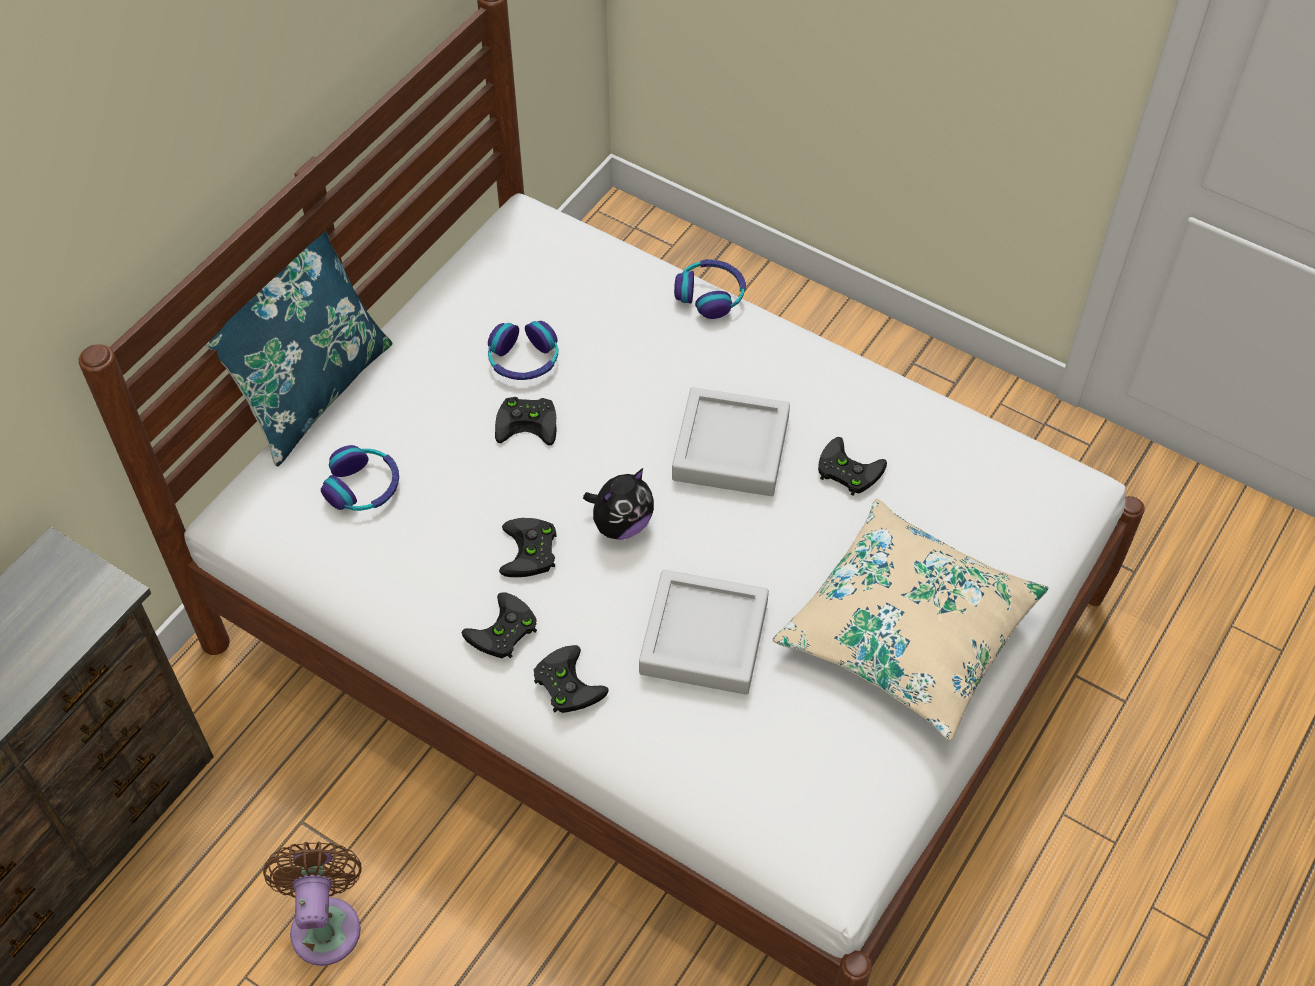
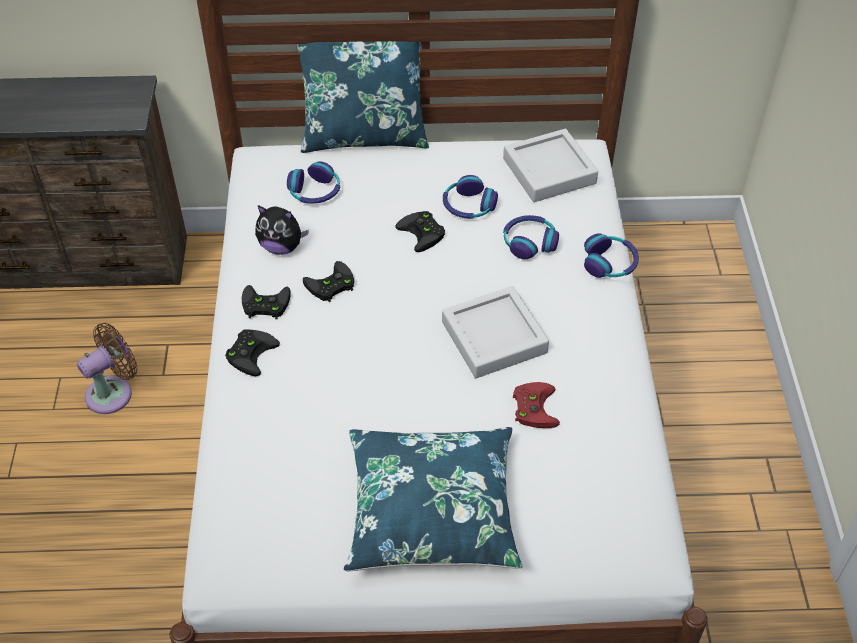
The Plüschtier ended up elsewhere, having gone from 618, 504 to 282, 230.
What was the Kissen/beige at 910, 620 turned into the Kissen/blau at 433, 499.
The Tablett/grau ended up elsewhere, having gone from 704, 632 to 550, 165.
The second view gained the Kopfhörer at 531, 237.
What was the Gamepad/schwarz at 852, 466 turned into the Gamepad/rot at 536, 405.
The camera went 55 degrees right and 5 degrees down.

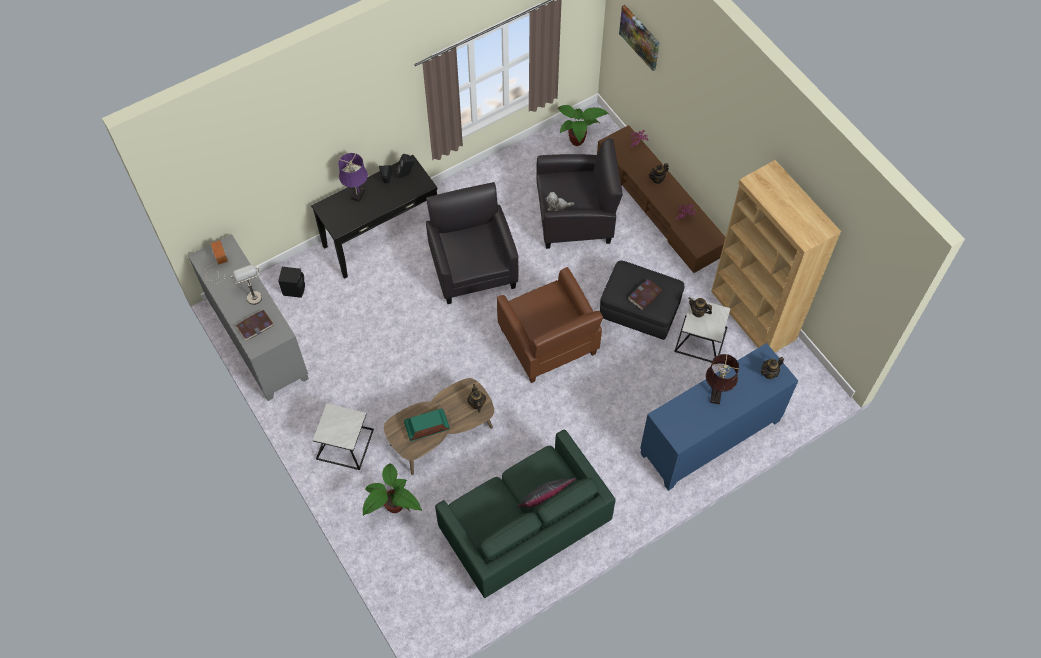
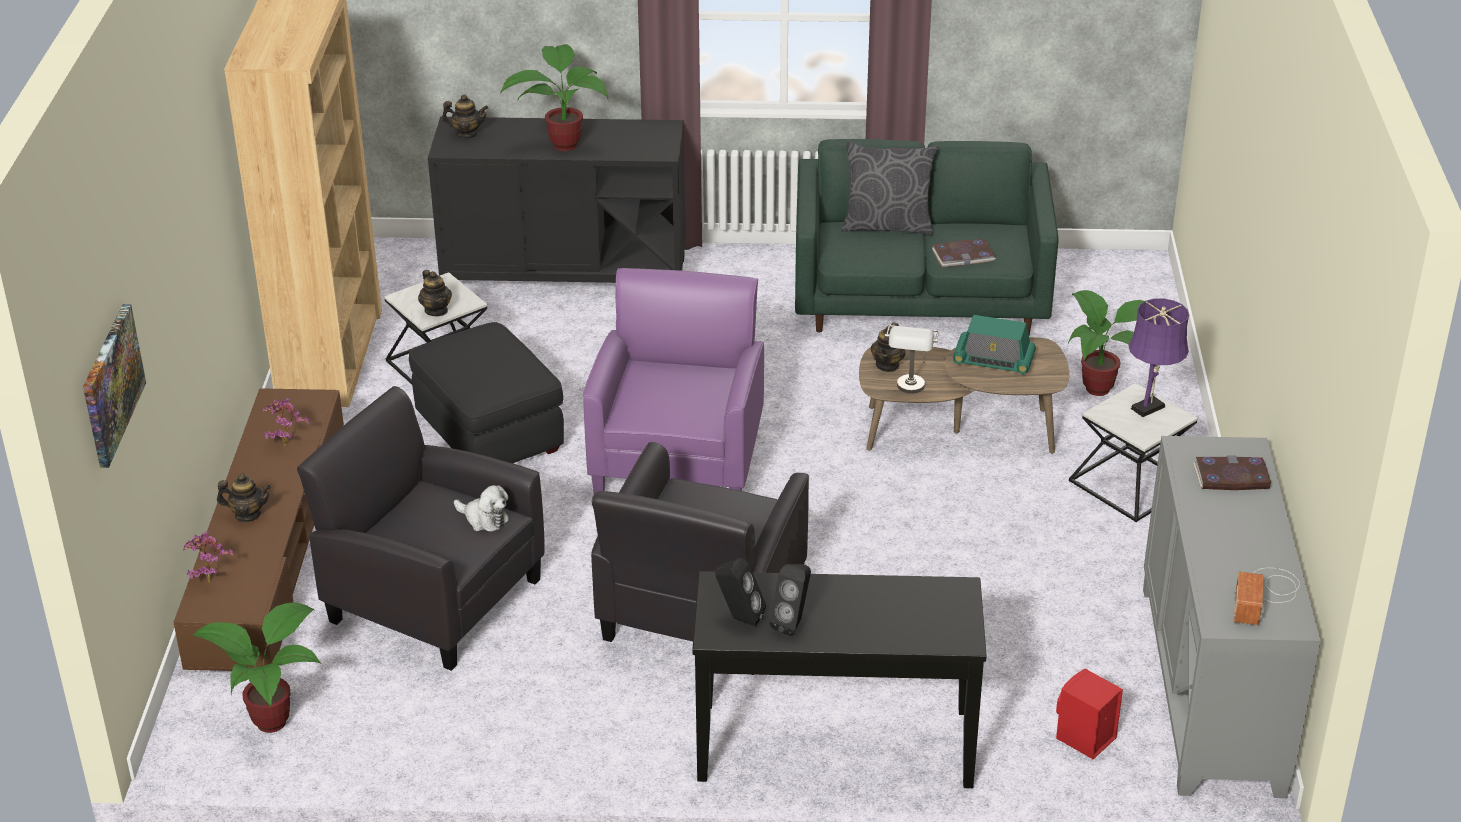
What was the Schrank/blau at 719, 417 turned into the Schrank/schwarz at 557, 200.
Where the Tischlampe/braun stood at 722, 379, the Topfpflanze came to stand at 554, 97.
What was the Sessel/braun at 550, 325 turned into the Sessel/lila at 673, 381.
The Tischlampe/grau ended up elsewhere, having gone from 246, 284 to 912, 359.
The Buch ended up elsewhere, having gone from 645, 294 to 964, 253.
What was the Lautsprecher/schwarz at 291, 282 turned into the Lautsprecher/rot at 1089, 713.
The Tischlampe/lila ended up elsewhere, having gone from 353, 177 to 1158, 357.
The camera went 145 degrees left and 25 degrees down.

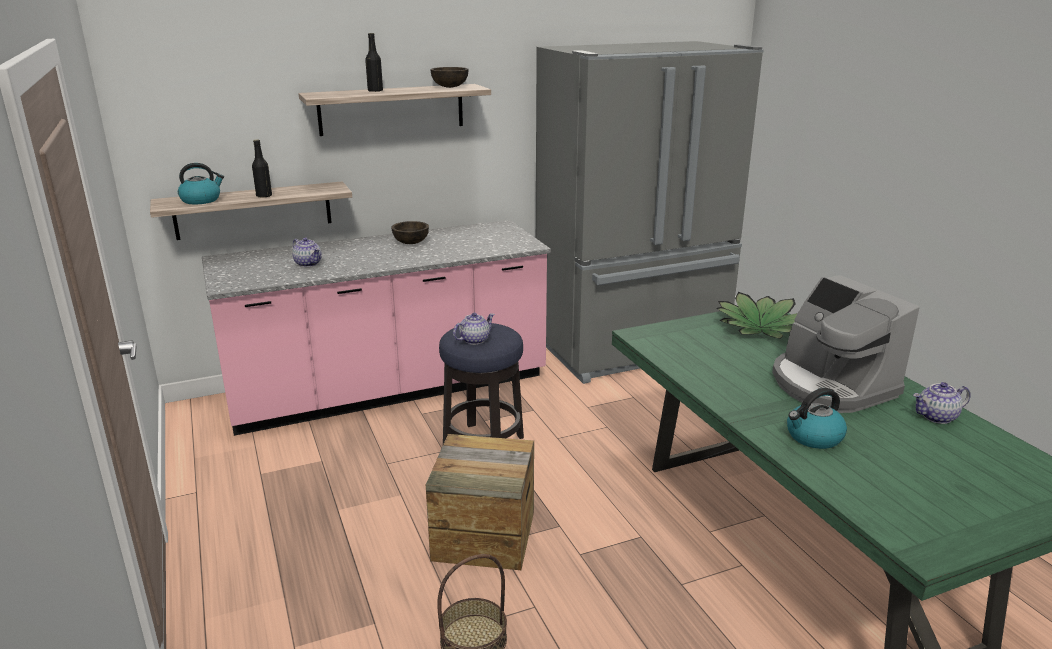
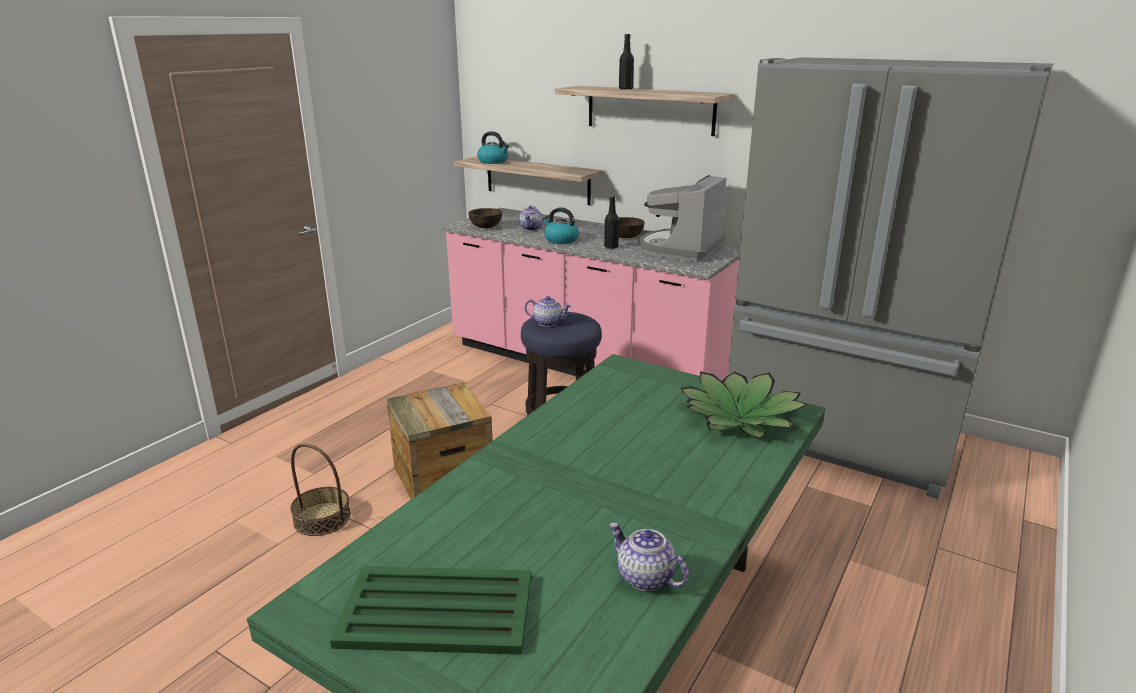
The second view gained the Tablett/grün at 430, 610.
The Schüssel/braun ended up elsewhere, having gone from 449, 77 to 485, 218.
The Wasserkessel ended up elsewhere, having gone from 817, 418 to 560, 225.
The Flasche/schwarz ended up elsewhere, having gone from 262, 169 to 611, 222.
The Kaffeemaschine ended up elsewhere, having gone from 846, 344 to 682, 218.
The camera went 55 degrees right and 0 degrees up.

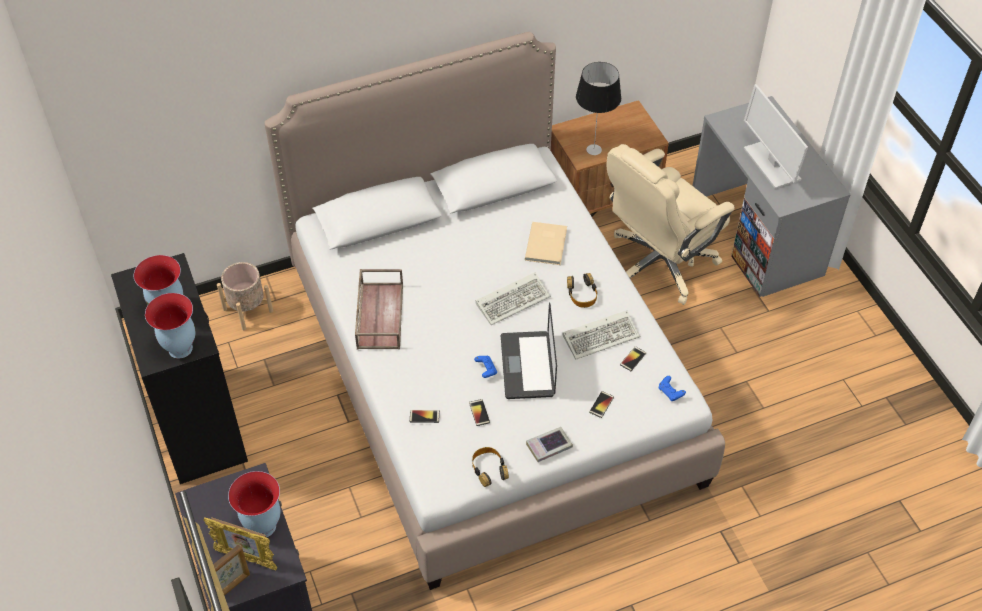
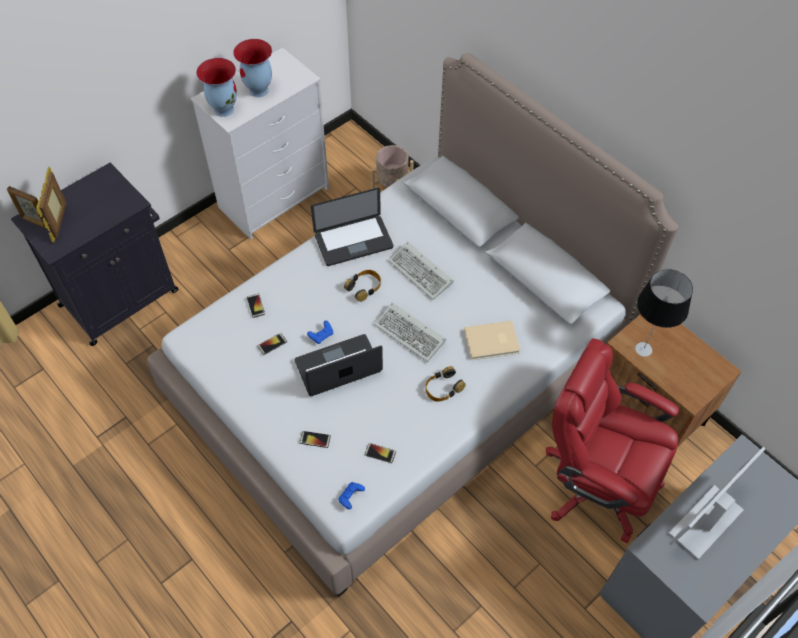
What was the Kommode/schwarz at 179, 368 turned into the Kommode/weiß at 260, 143.
Where the Tablett/braun stood at 379, 309, the Laptop came to stand at 352, 227.
The Kopfhörer ended up elsewhere, having gone from 490, 467 to 362, 286.
The Tastatur ended up elsewhere, having gone from 601, 335 to 421, 271.
What was the Bürostuhl/beige at 671, 224 turned into the Bürostuhl/rot at 612, 440.
The second view lost the Vase at 254, 504.
The second view lost the Buch at 549, 444.
The camera went 70 degrees right and 5 degrees up.

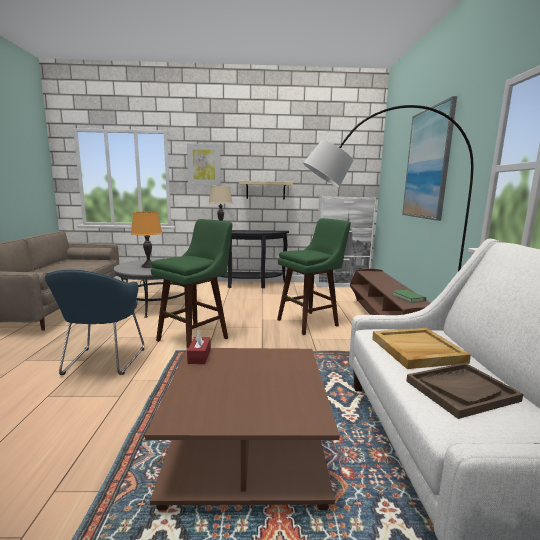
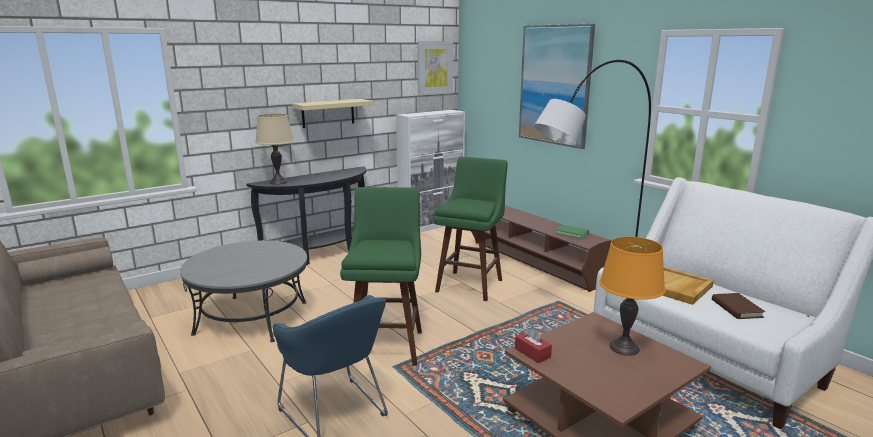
The Bild ended up elsewhere, having gone from 204, 164 to 435, 68.
The Tischlampe/orange ended up elsewhere, having gone from 146, 240 to 632, 296.
Where the Tablett/braun stood at 464, 391, the Buch/braun came to stand at 738, 306.
The camera went 35 degrees left and 5 degrees up.

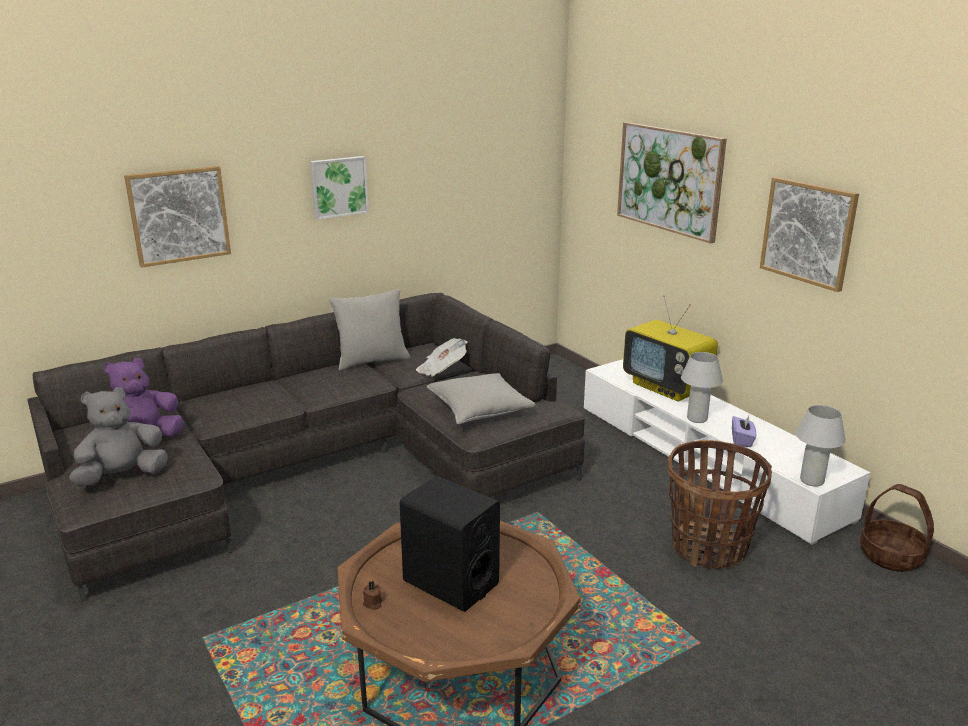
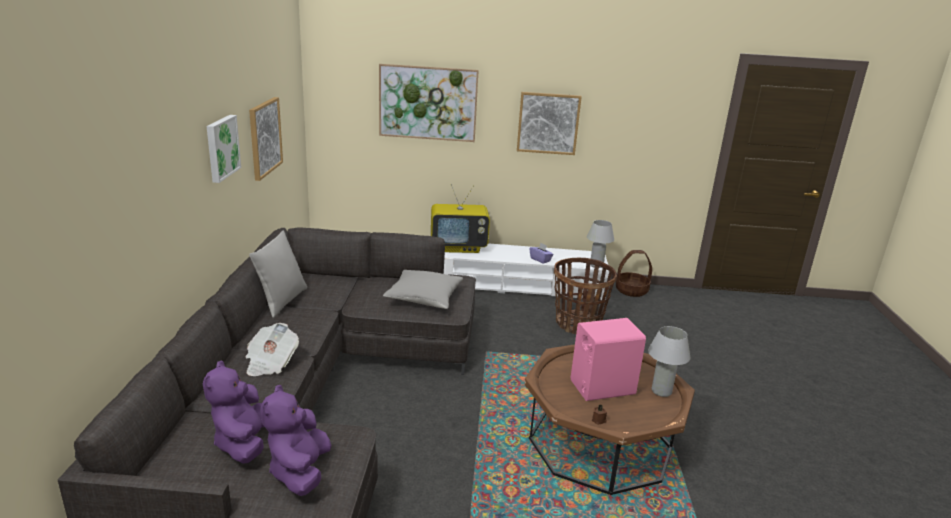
The Zeitung ended up elsewhere, having gone from 441, 357 to 272, 349.
The Bild ended up elsewhere, having gone from 177, 217 to 266, 139.
What was the Plüschtier/grau at 118, 437 turned into the Plüschtier/lila at 295, 440.
What was the Lautsprecher/schwarz at 450, 544 turned into the Lautsprecher/rosa at 608, 359.
The Tischlampe/weiß ended up elsewhere, having gone from 702, 387 to 669, 361.
The camera went 55 degrees left and 0 degrees up.

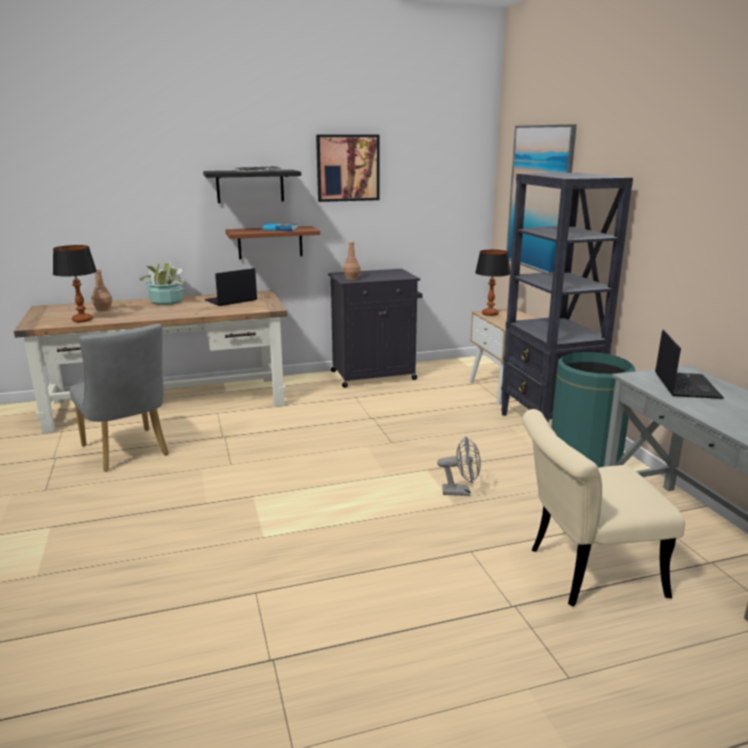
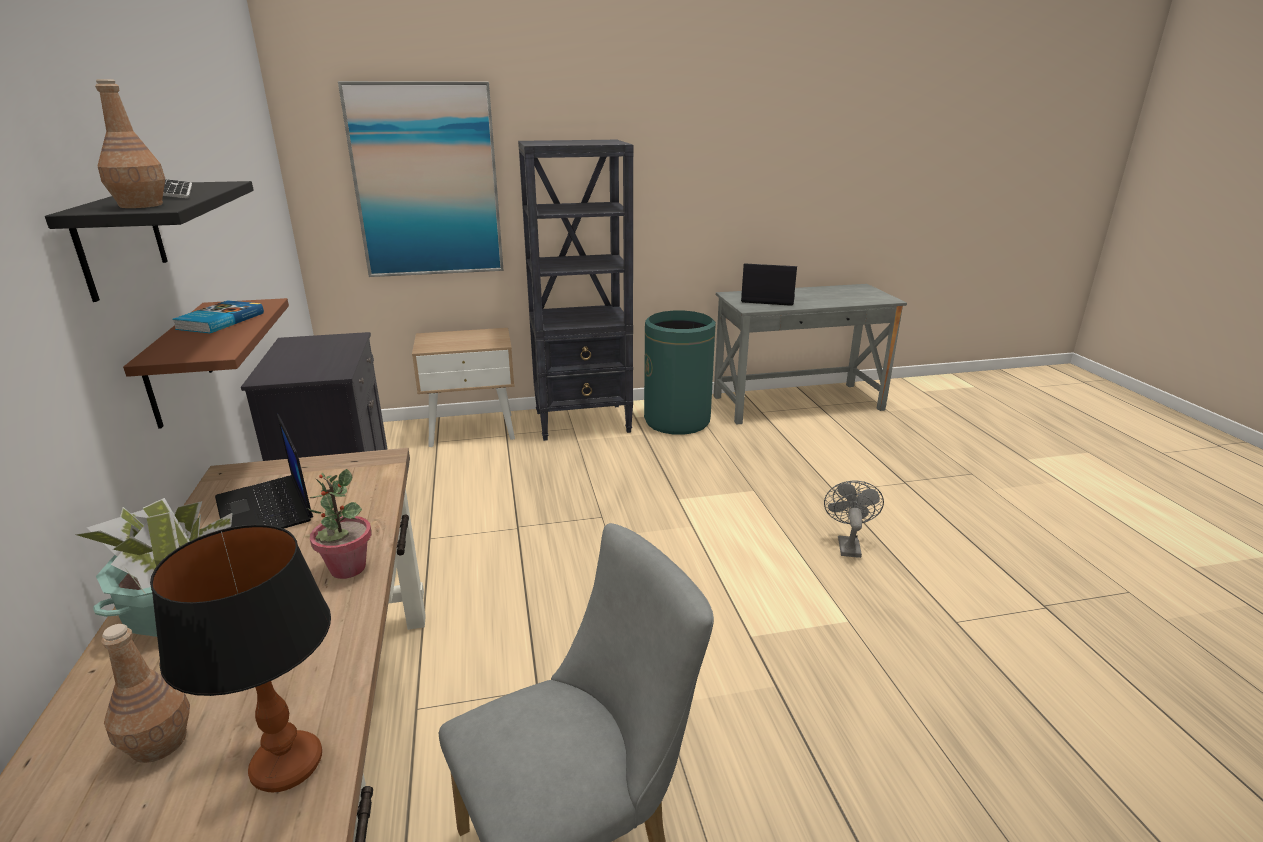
The Flasche/braun ended up elsewhere, having gone from 351, 260 to 130, 143.
The second view gained the Topfpflanze at 339, 524.
The Ventilator/grau ended up elsewhere, having gone from 459, 466 to 854, 519.
The second view lost the Bild at 348, 168.
The second view lost the Tischlampe at 492, 283.
The second view lost the Stuhl/beige at 603, 507.
The camera went 85 degrees left and 5 degrees up.

